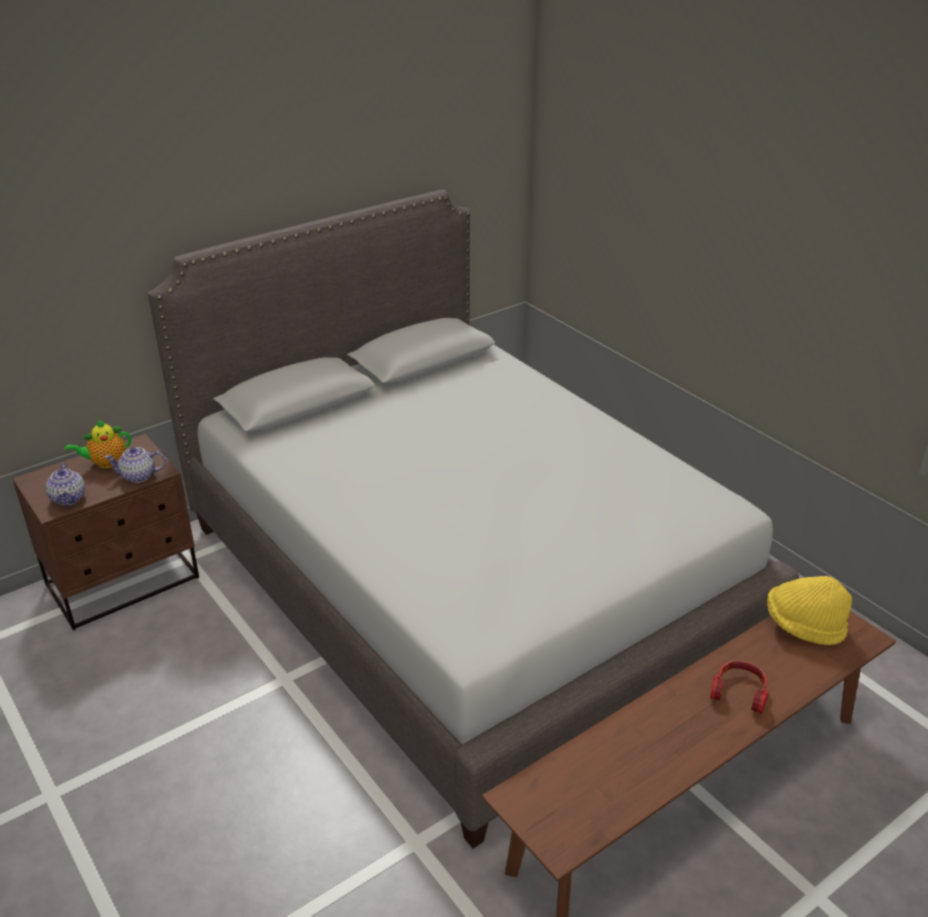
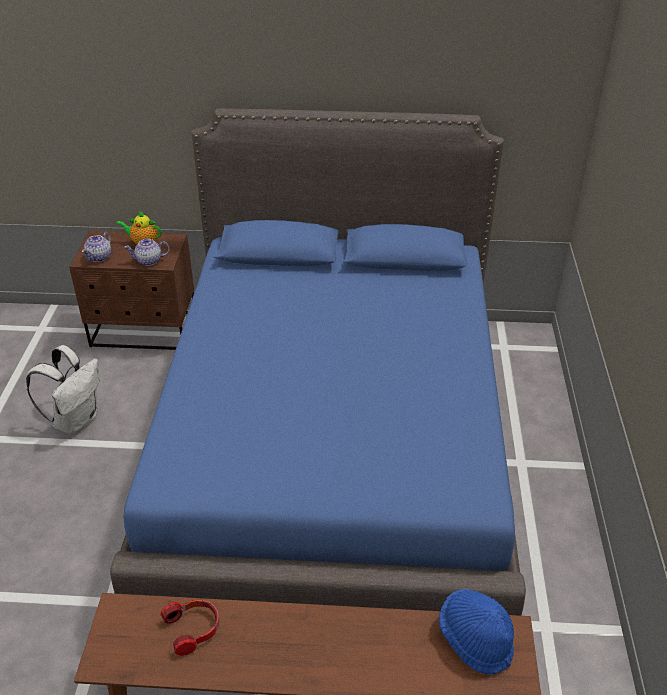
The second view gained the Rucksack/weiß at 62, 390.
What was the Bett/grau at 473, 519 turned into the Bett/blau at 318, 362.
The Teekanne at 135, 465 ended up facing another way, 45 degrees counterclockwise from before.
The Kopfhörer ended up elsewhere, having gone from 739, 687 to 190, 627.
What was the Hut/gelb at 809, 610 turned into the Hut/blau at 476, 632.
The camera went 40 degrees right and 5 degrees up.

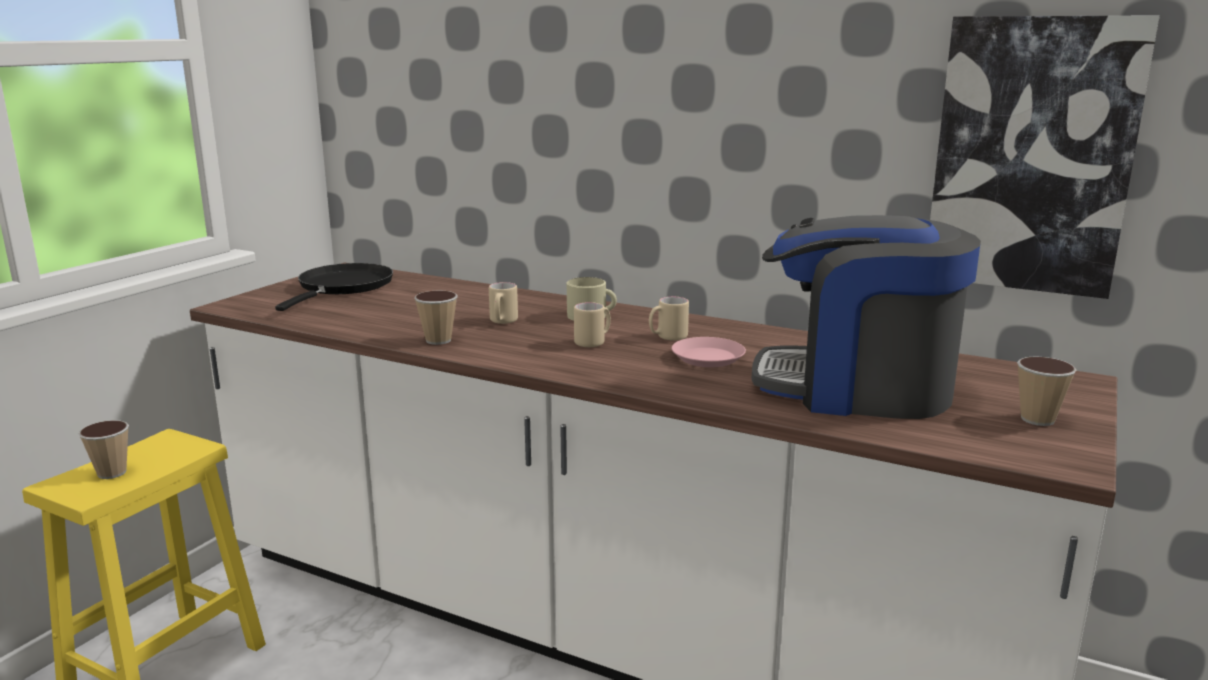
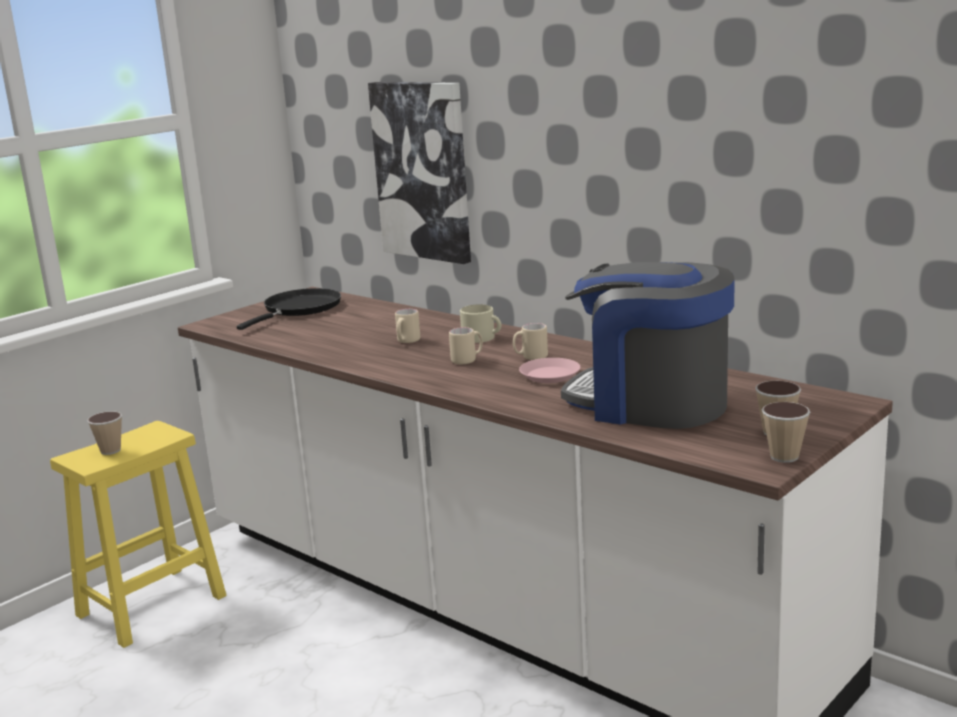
The Bild ended up elsewhere, having gone from 1045, 157 to 419, 173.
The Tasse ended up elsewhere, having gone from 436, 317 to 786, 432.
The camera went 15 degrees right and 0 degrees up.

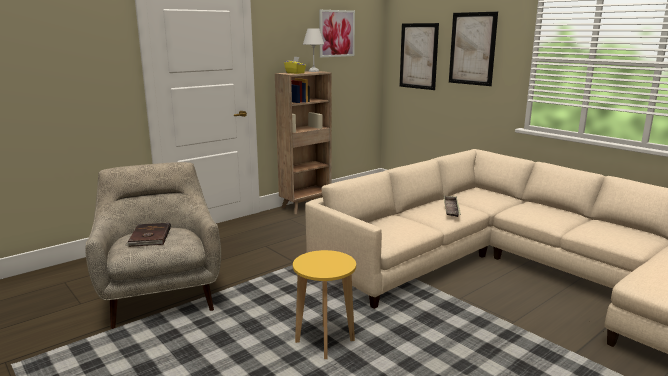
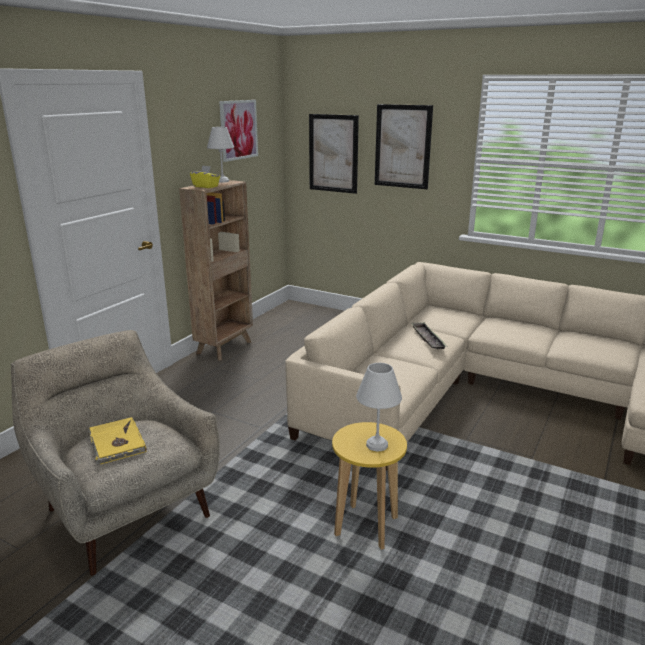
What was the Buch/braun at 148, 235 turned into the Buch/gelb at 118, 441.
The second view gained the Tischlampe/weiß at 379, 407.
The camera went 20 degrees left and 5 degrees up.

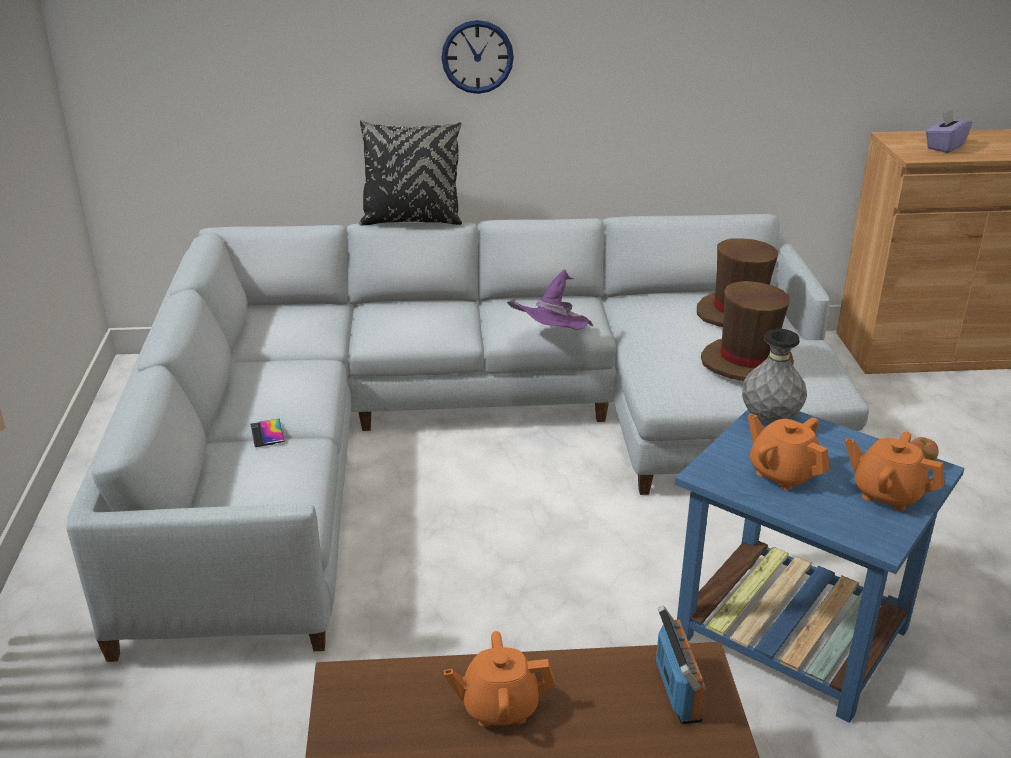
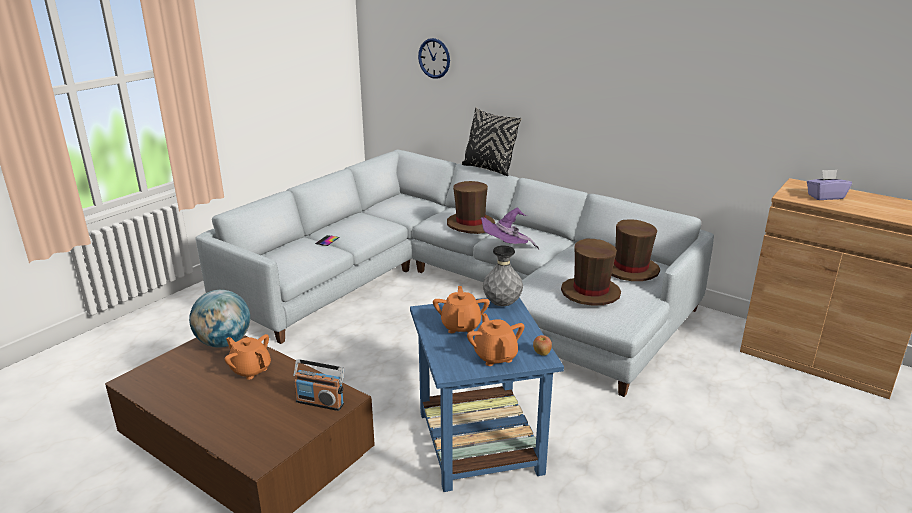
The second view gained the Globus at 219, 319.
The Radio at 681, 664 ended up facing another way, 75 degrees clockwise from before.
The Wanduhr ended up elsewhere, having gone from 477, 57 to 434, 58.
The second view gained the Hut/braun at 471, 207.
The camera went 40 degrees right and 5 degrees down.

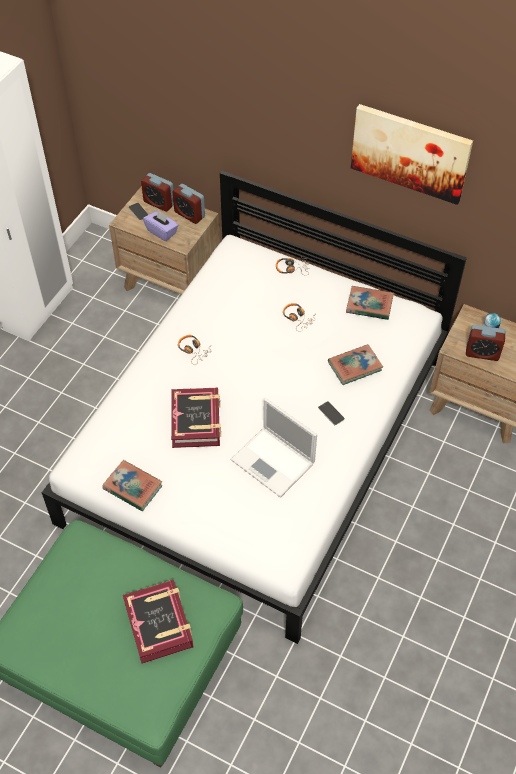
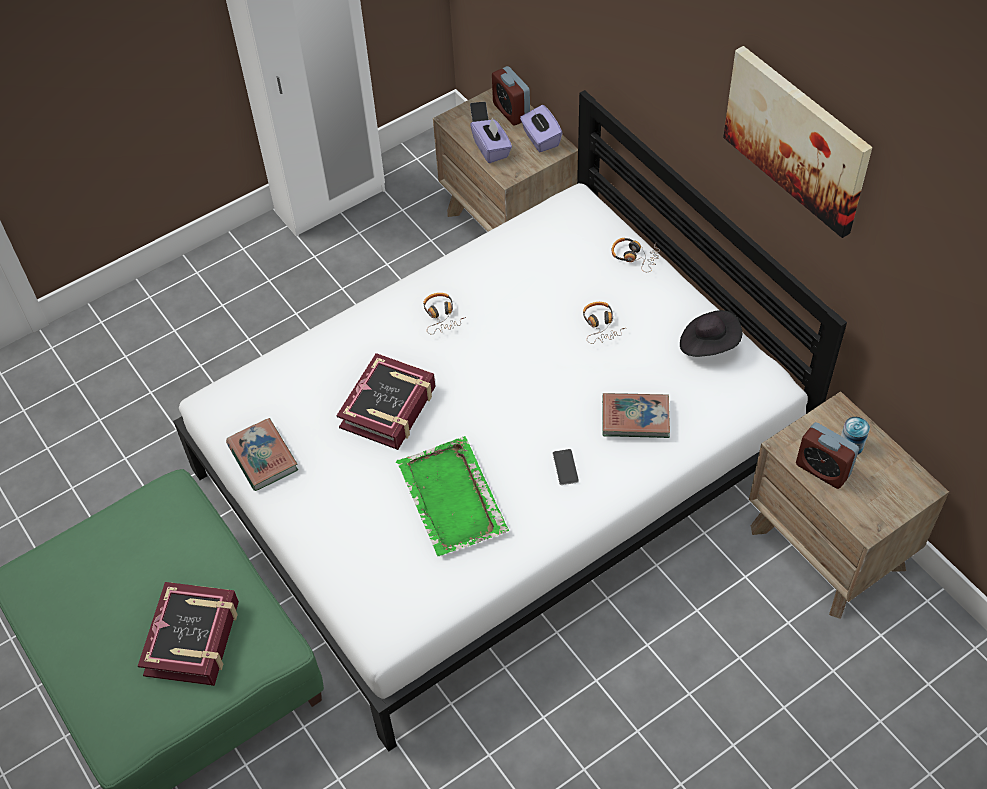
Where the Laptop stood at 273, 448, the Tablett/grün came to stand at 452, 496.
Where the Wecker stood at 189, 204, the Taschentuchbox/lila came to stand at 541, 128.
Where the Buch stood at 370, 303, the Hut/schwarz came to stand at 711, 333.
The camera went 30 degrees right and 0 degrees up.

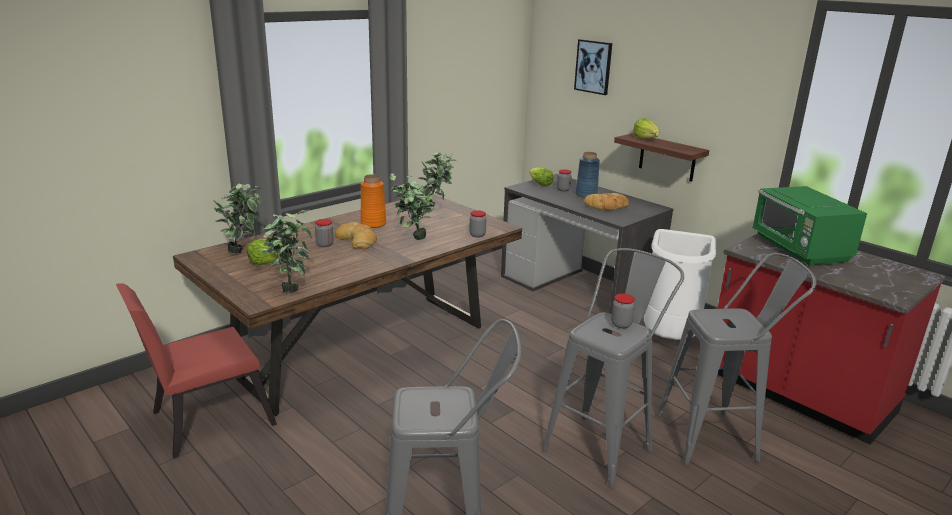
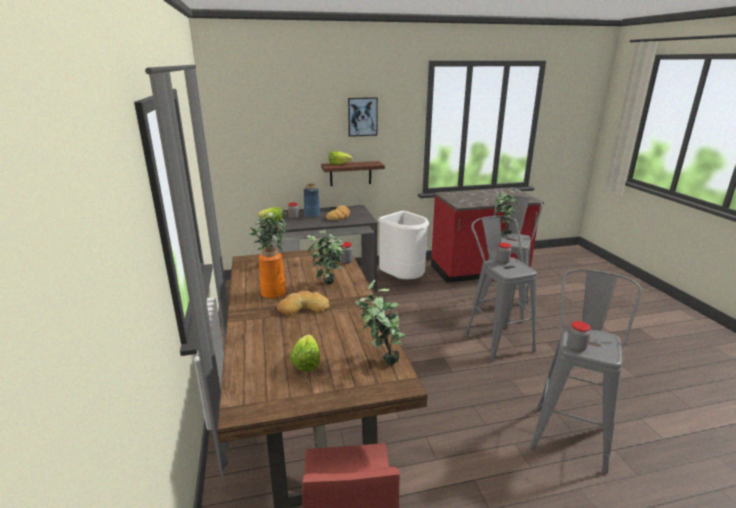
The Bild ended up elsewhere, having gone from 593, 67 to 363, 117.
The Topfpflanze ended up elsewhere, having gone from 237, 218 to 507, 211.
The Vorratsglas ended up elsewhere, having gone from 324, 233 to 579, 336.
The second view lost the Mikrowelle/grün at 809, 226.
The camera went 60 degrees left and 0 degrees up.

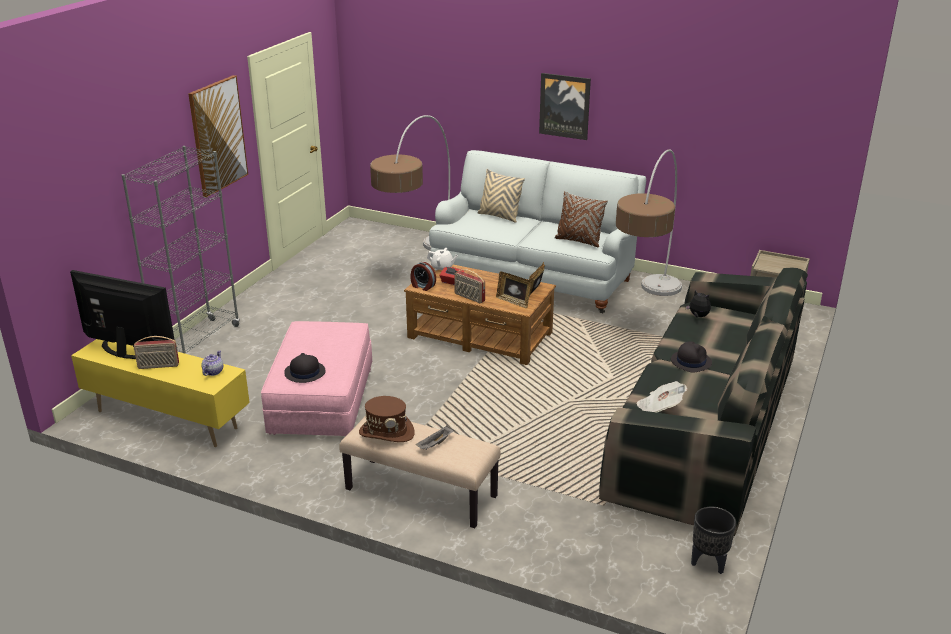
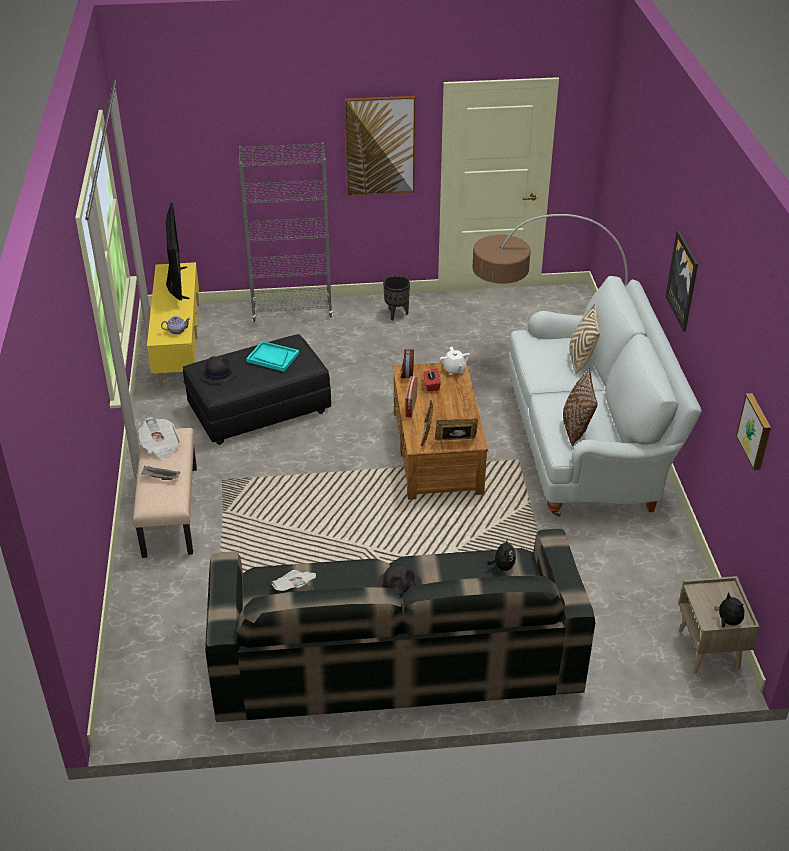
Where the Hut/braun stood at 387, 419, the Zeitung came to stand at 159, 438.
What was the Polsterhocker/rosa at 316, 378 turned into the Polsterhocker/schwarz at 257, 389.
The second view gained the Tablett/türkis at 272, 356.
The Pflanzkübel/schwarz ended up elsewhere, having gone from 713, 540 to 396, 298.
The second view gained the Plüschtier at 729, 610.
The second view gained the Bild at 753, 431.
The second view lost the Radio at 156, 352.
The second view lost the Stehlampe at 649, 222.
The camera went 60 degrees right and 10 degrees up.

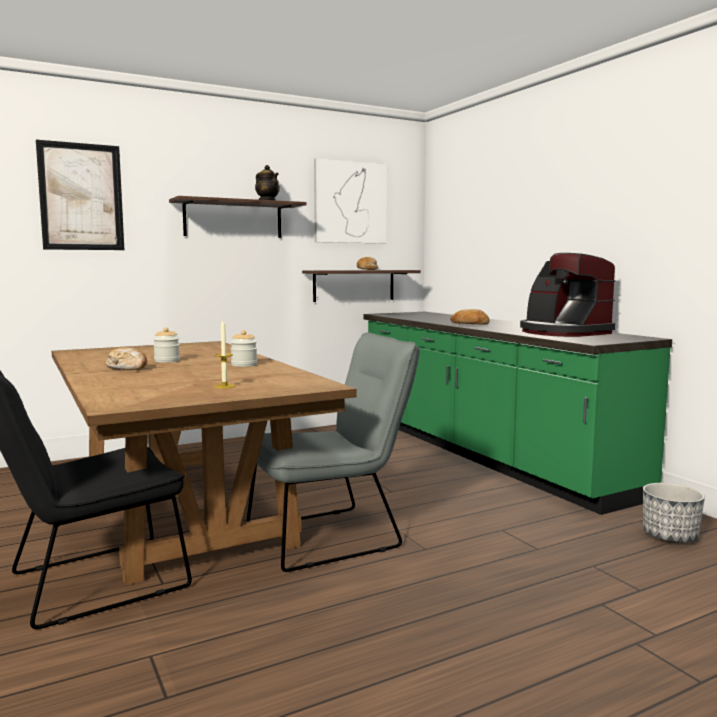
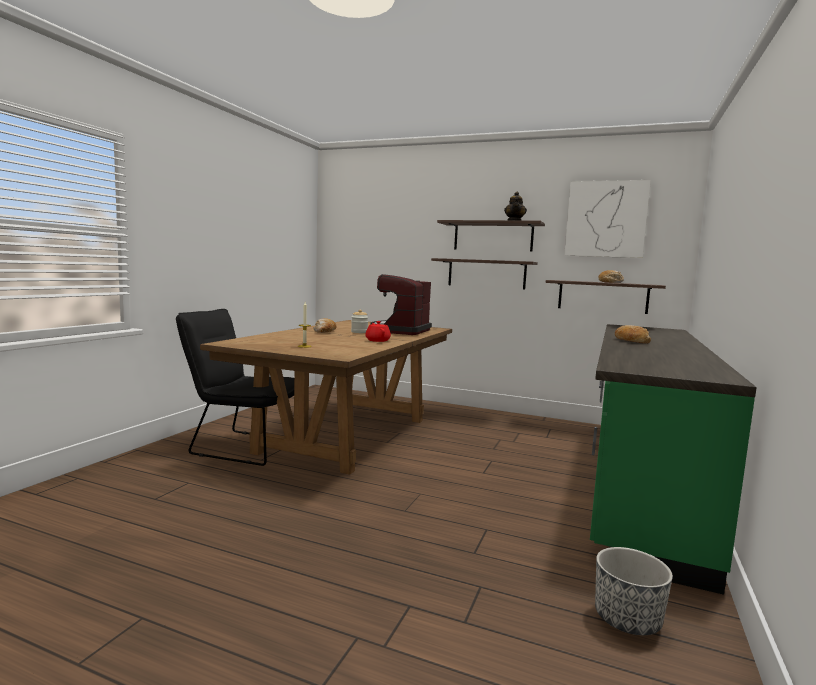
Where the Vorratsglas stood at 243, 348, the Teekanne/rot came to stand at 378, 331.
The Kaffeemaschine ended up elsewhere, having gone from 568, 295 to 401, 304.
The second view gained the Wandregal at 484, 273.
The second view lost the Bild at 80, 195.
The second view lost the Stuhl/grau at 333, 452.
The camera went 50 degrees right and 0 degrees up.

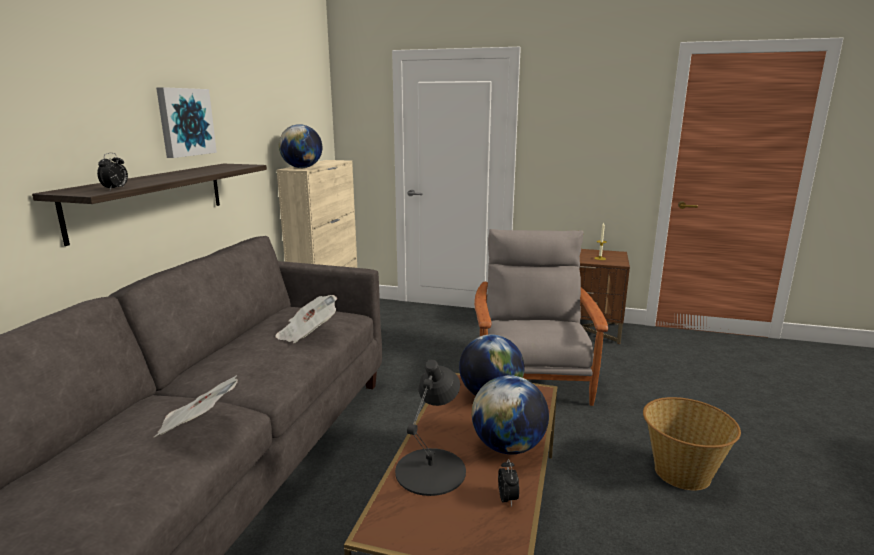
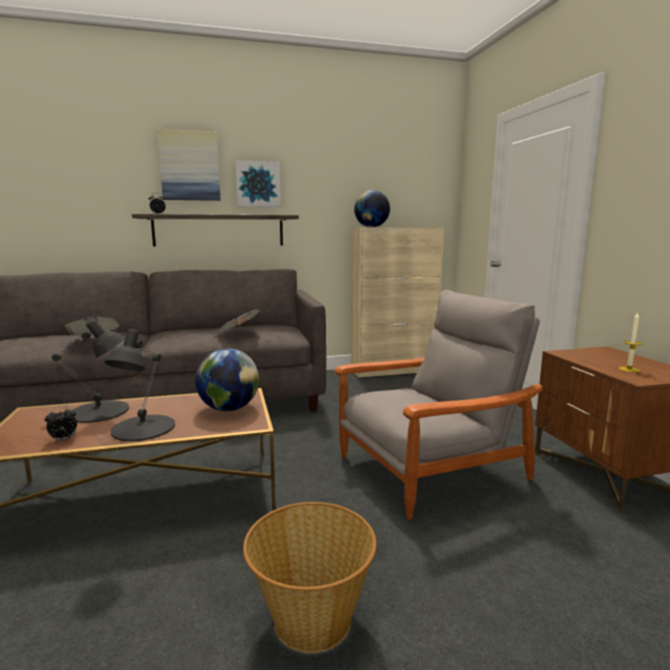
Where the Globus stood at 510, 415, the Tischlampe/schwarz came to stand at 139, 385.
The second view gained the Bild at 189, 165.
The camera went 60 degrees right and 5 degrees down.

